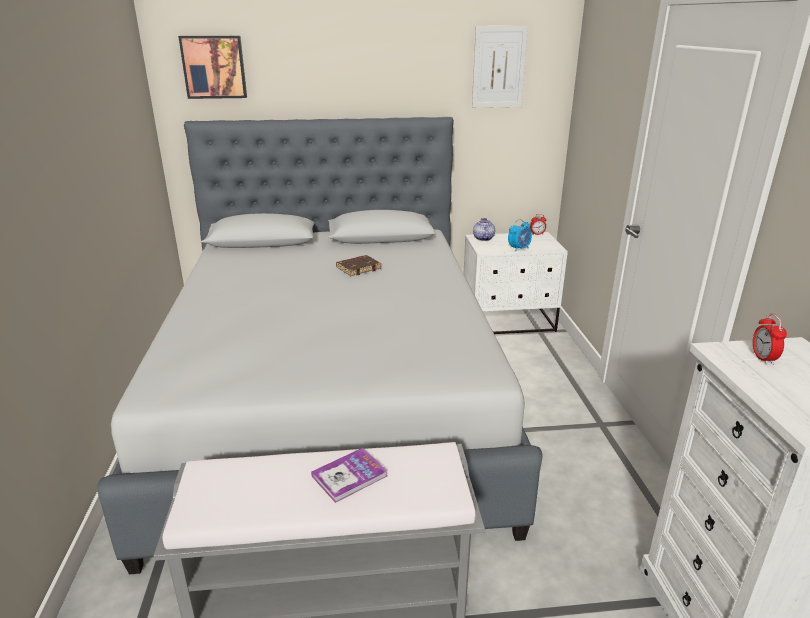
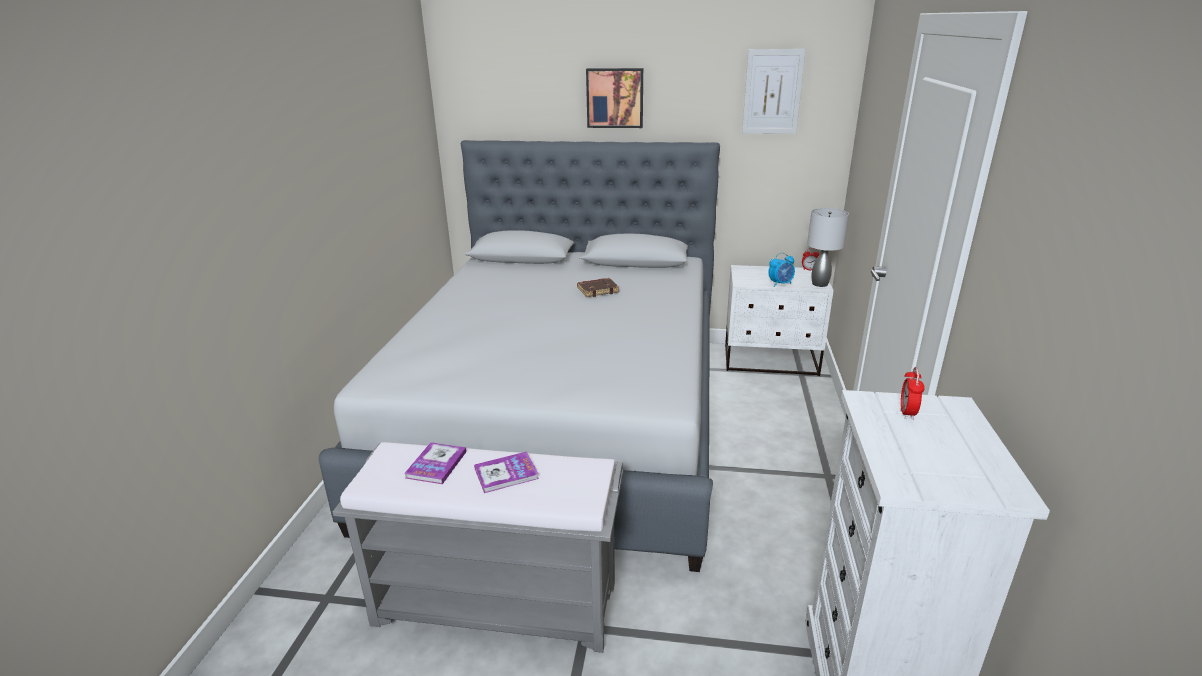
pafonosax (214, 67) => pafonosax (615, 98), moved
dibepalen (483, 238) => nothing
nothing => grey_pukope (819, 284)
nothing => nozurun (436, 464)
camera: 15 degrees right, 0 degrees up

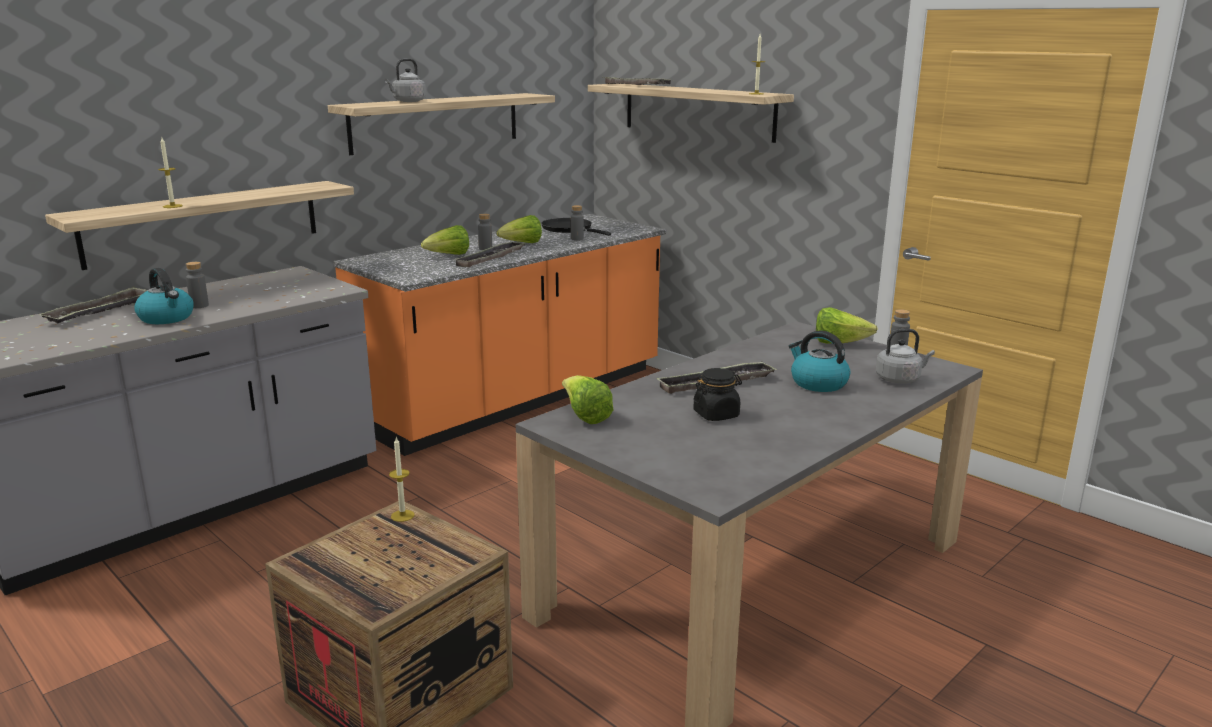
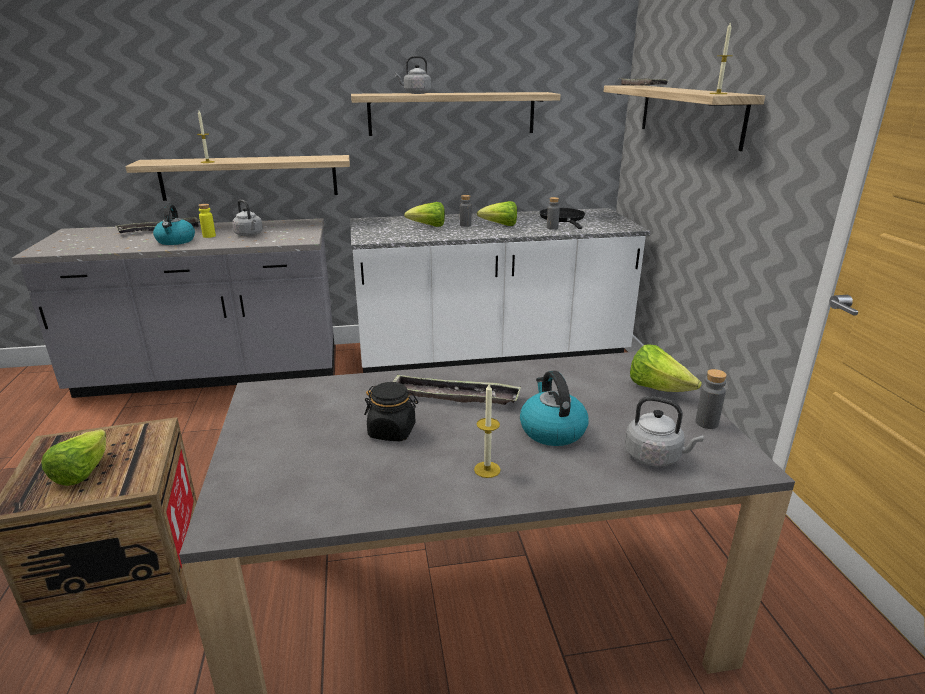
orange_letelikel (517, 398) => white_letelikel (491, 354)
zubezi (490, 258) => nothing
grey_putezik (199, 306) => yellow_putezik (209, 236)
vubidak (585, 416) => vubidak (82, 472), moved
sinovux (402, 515) => sinovux (487, 469), moved
nothing => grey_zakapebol (249, 235)
camera: 35 degrees right, 5 degrees up

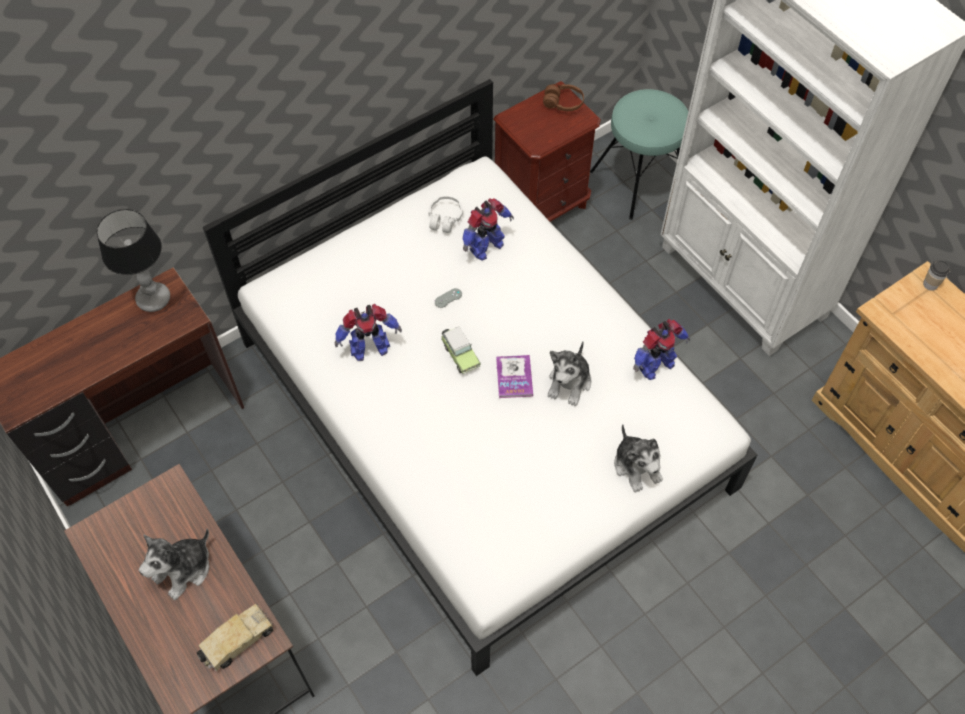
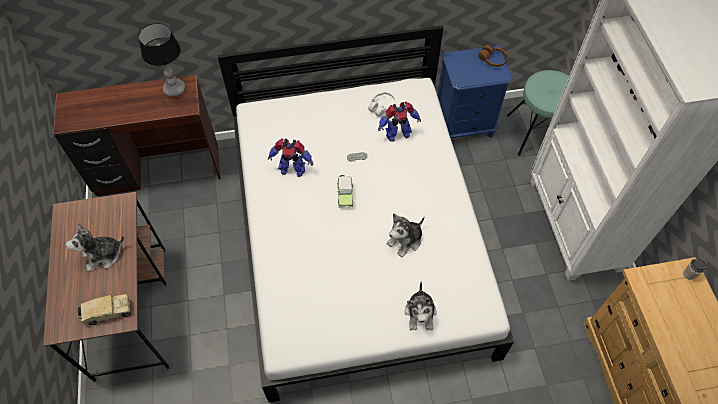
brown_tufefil (542, 205) => blue_tufefil (464, 125)
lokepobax (655, 365) => nothing
nozurun (514, 377) => nothing
camera: 25 degrees right, 0 degrees up

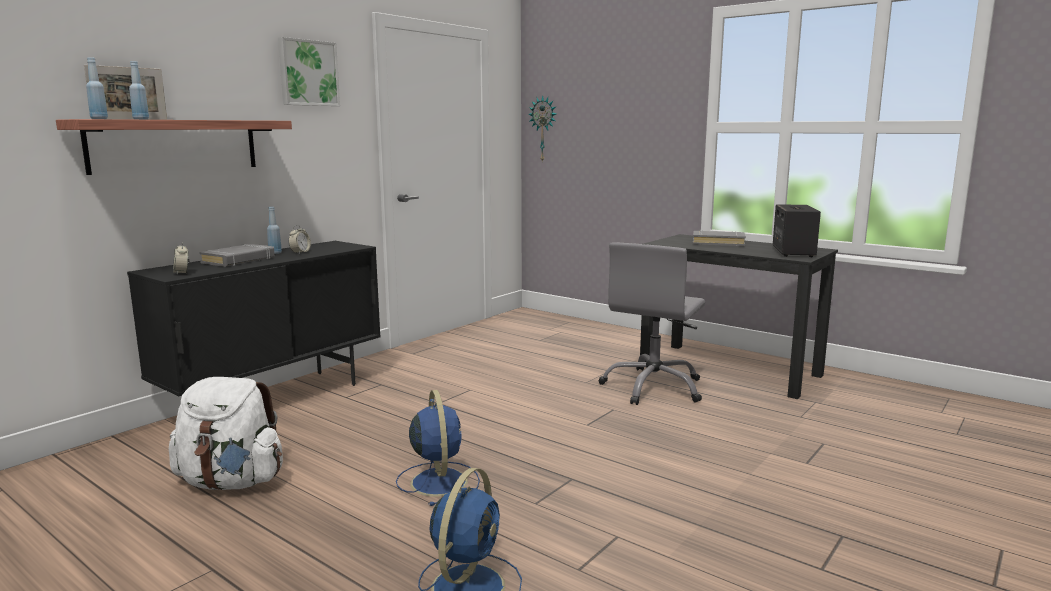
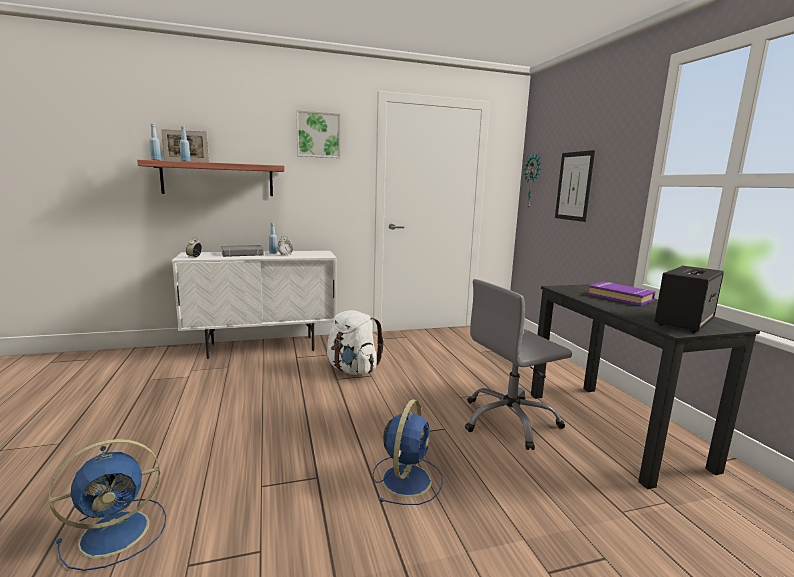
grey_nozurun (718, 242) => purple_nozurun (620, 297)
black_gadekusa (276, 399) => white_gadekusa (263, 347)
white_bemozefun (232, 482) => white_bemozefun (352, 370), moved
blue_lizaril (438, 481) => blue_lizaril (407, 478), moved
nothing => pafonosax (574, 186)
camera: 35 degrees right, 0 degrees up

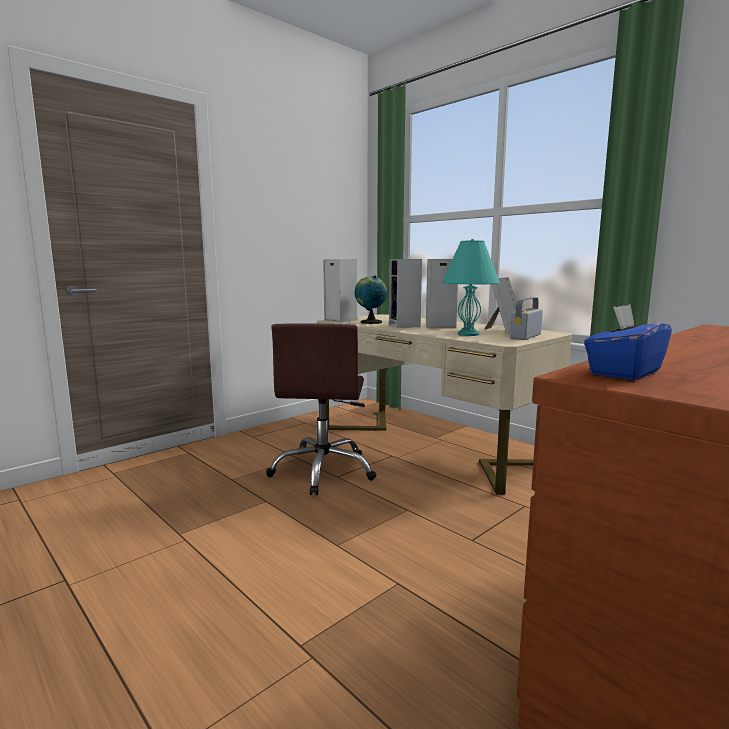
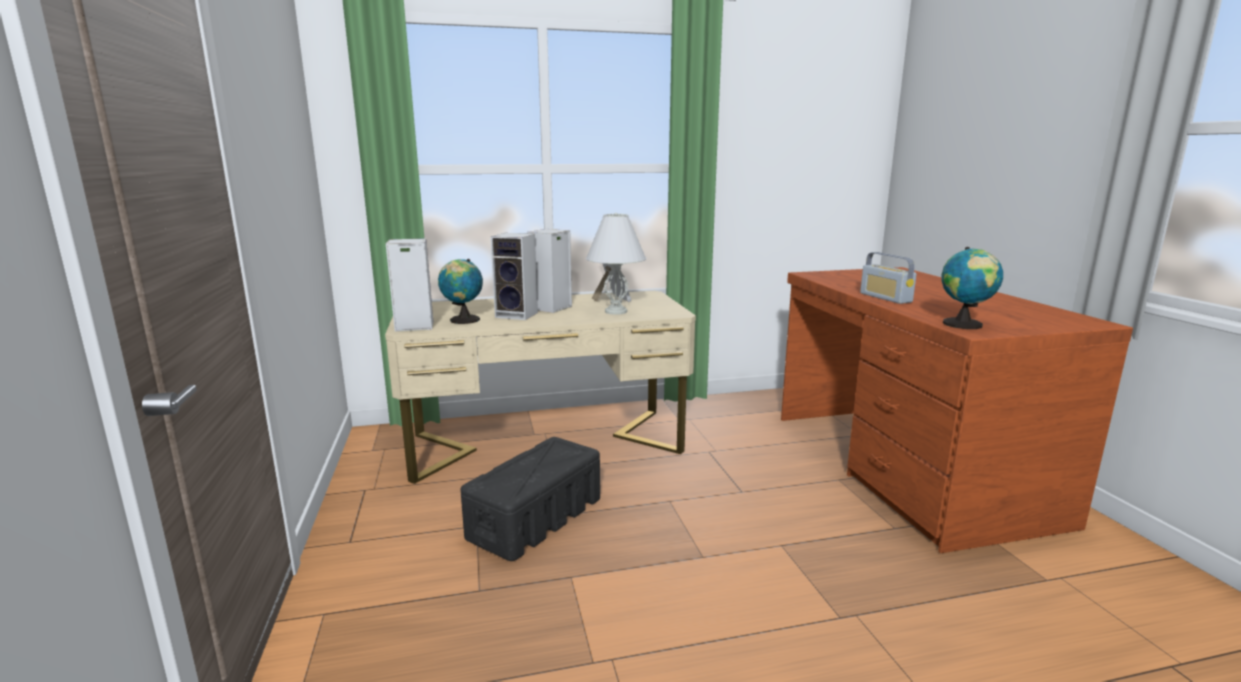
turquoise_pukope (468, 334) => white_pukope (615, 311)
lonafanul (525, 336) => lonafanul (885, 298), moved
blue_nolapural (624, 372) => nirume (964, 325)
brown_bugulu (323, 471) => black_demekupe (535, 519)
camera: 60 degrees left, 5 degrees up

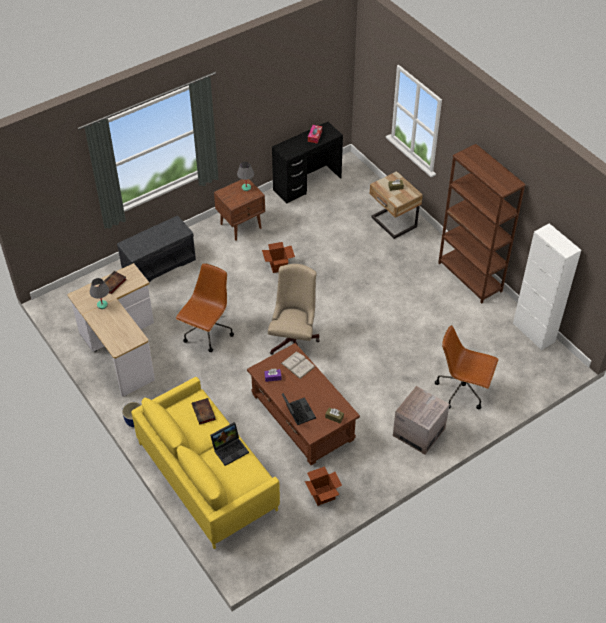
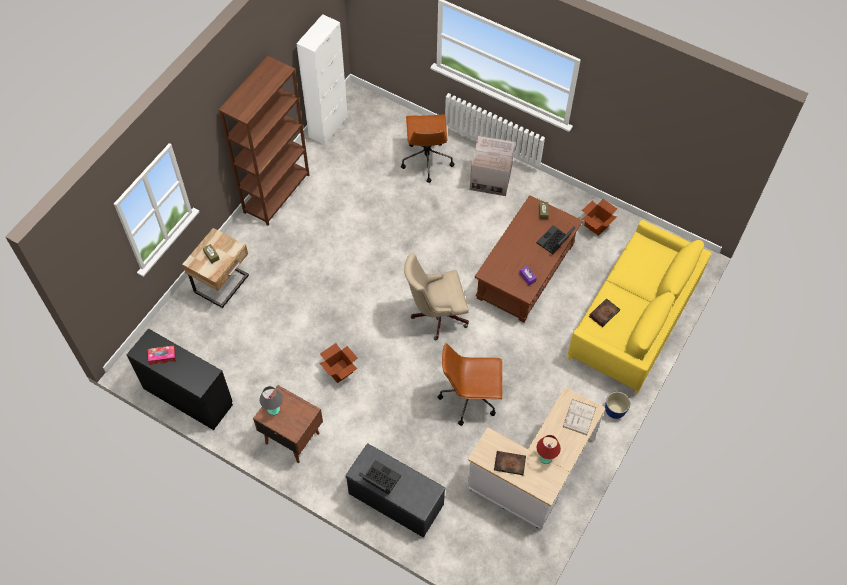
grey_pukope (102, 305) => red_pukope (545, 458)
white_nozurun (298, 365) => white_nozurun (579, 417), moved
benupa (230, 449) => benupa (379, 480), moved
camera: 115 degrees left, 10 degrees up

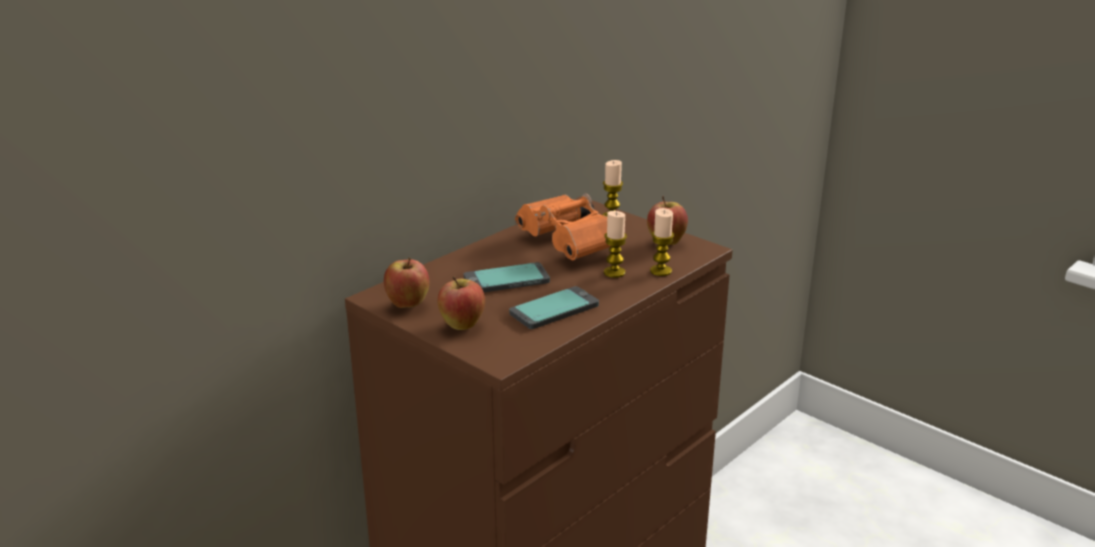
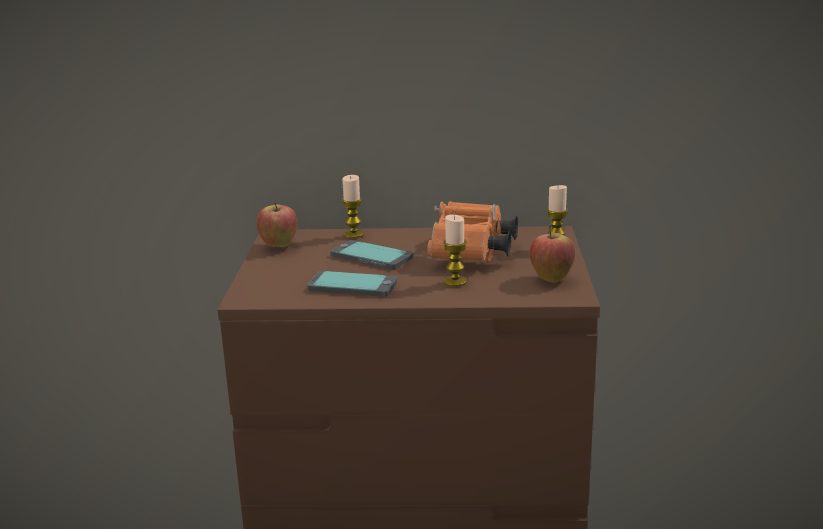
sinovux (660, 271) => sinovux (353, 235), moved
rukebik (462, 326) => nothing
camera: 50 degrees right, 5 degrees down

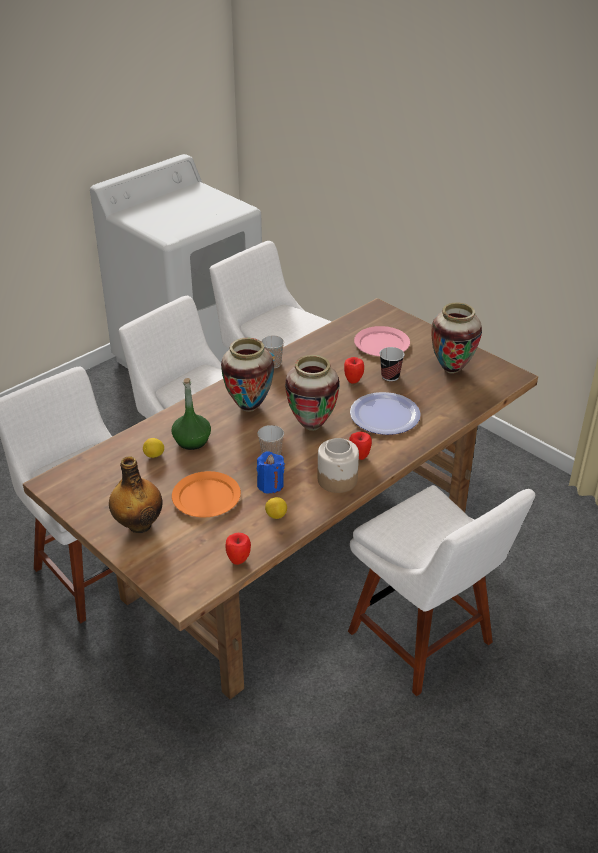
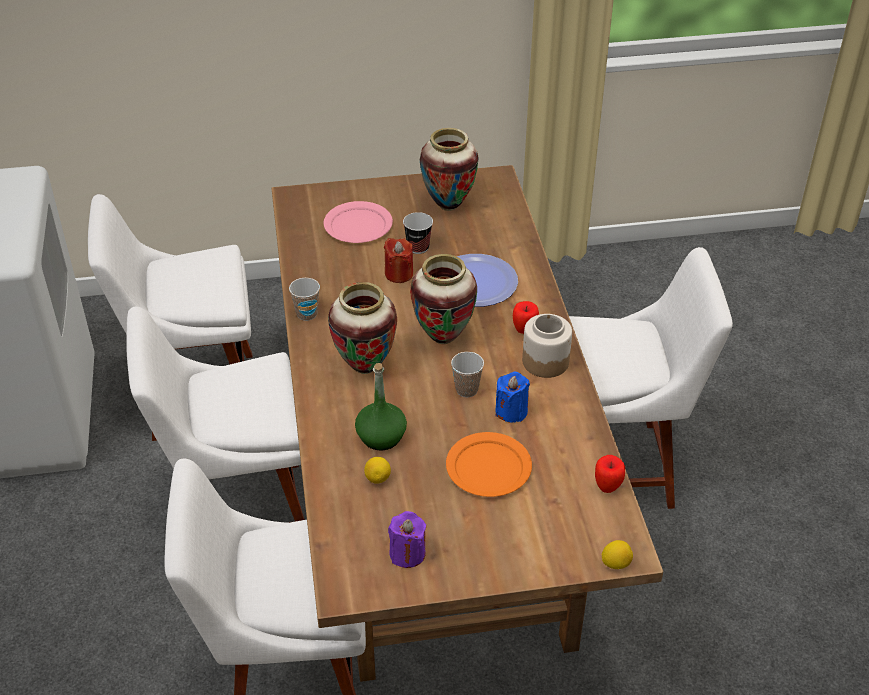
rukebik (353, 380) => red_sinovux (399, 274)
putezik (139, 524) => nothing
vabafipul (276, 515) => vabafipul (615, 563), moved
nothing => purple_sinovux (407, 553)
camera: 55 degrees left, 5 degrees up

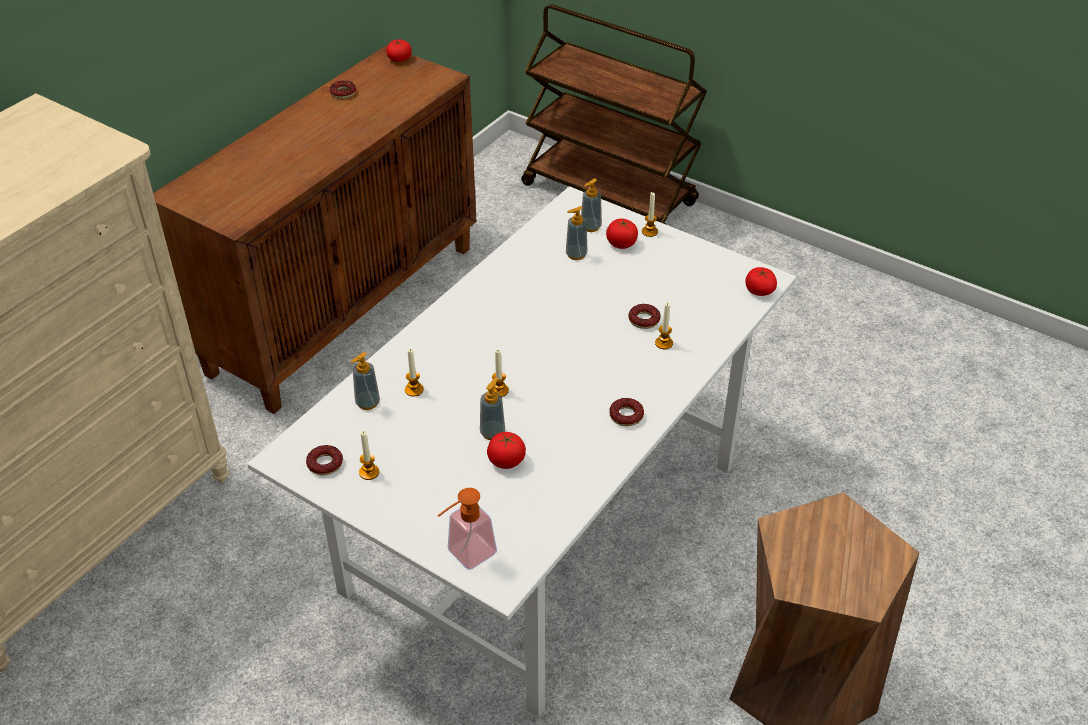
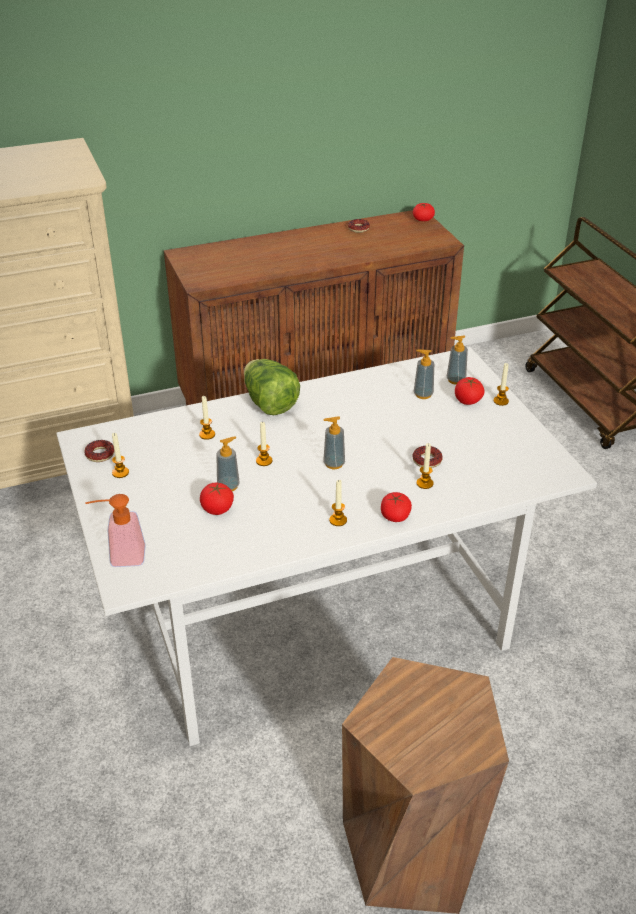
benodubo (759, 290) => benodubo (395, 516), moved
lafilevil (367, 403) => lafilevil (334, 464), moved
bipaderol (626, 416) => sinovux (338, 520)
nothing => vubidak (269, 403)
camera: 35 degrees right, 5 degrees down

